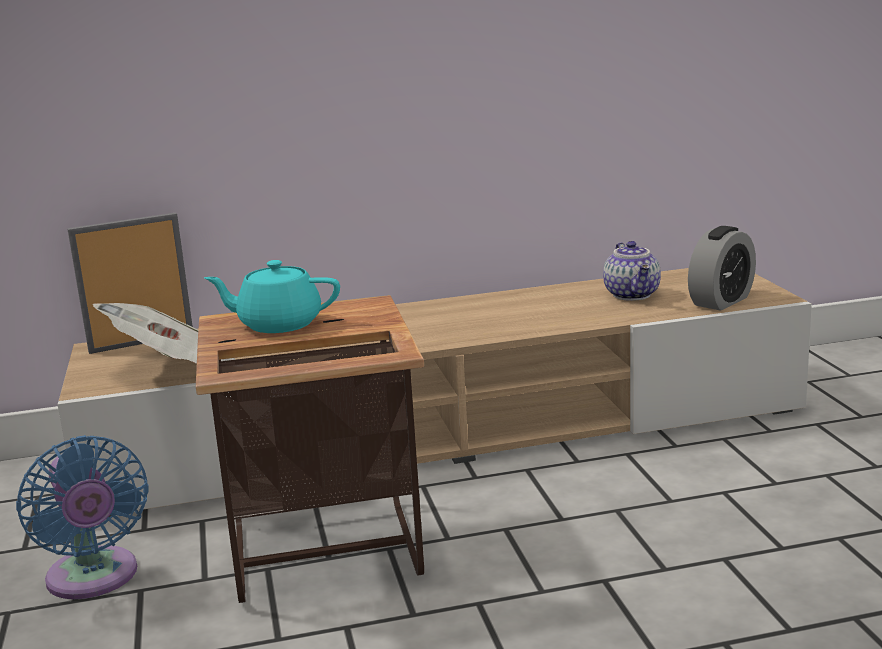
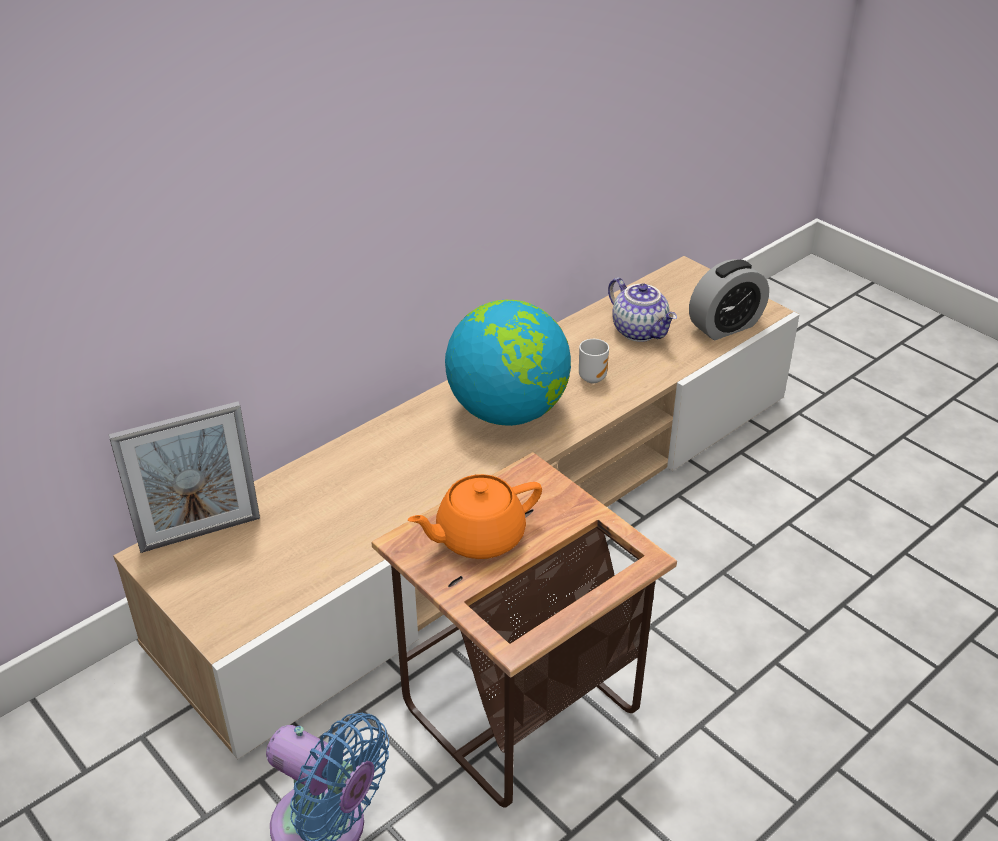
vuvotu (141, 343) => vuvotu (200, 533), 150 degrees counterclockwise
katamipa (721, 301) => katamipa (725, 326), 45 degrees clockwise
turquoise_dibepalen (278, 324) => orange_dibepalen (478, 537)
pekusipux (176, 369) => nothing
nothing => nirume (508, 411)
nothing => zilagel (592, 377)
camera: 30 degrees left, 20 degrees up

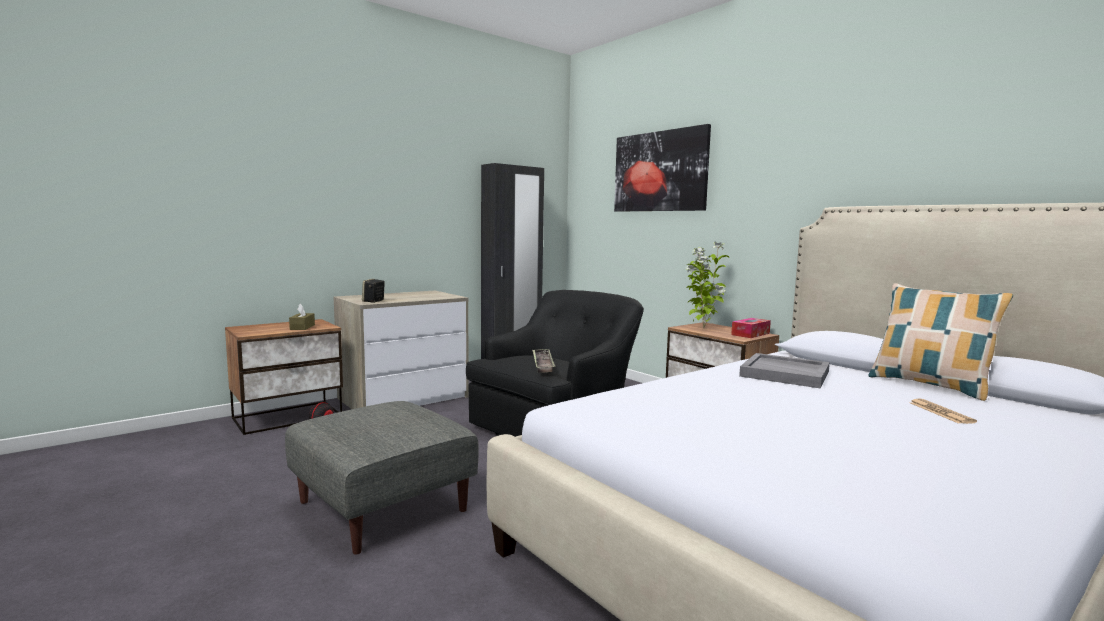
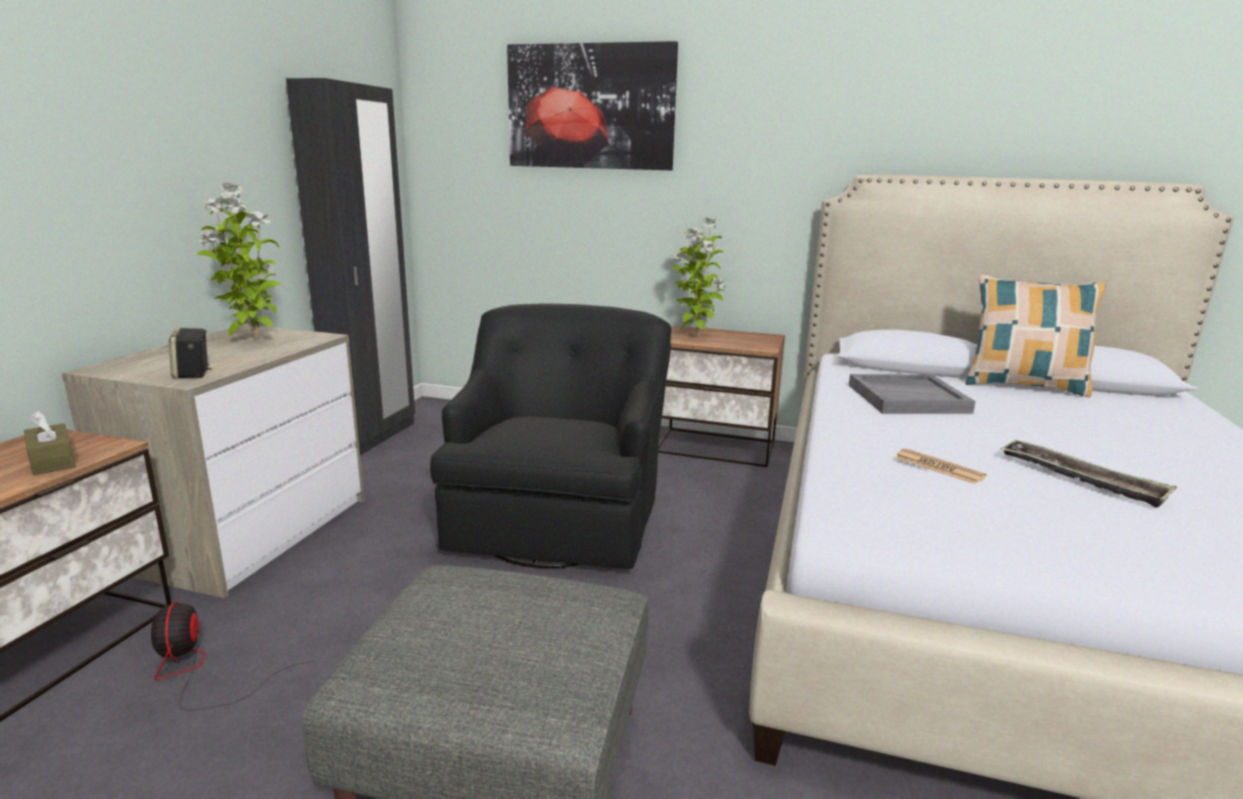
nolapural (750, 334) => nothing
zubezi (542, 364) => zubezi (1080, 478), moved
pekusipux (940, 412) => pekusipux (938, 467), moved
nothing => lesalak (254, 341)
camera: 35 degrees left, 10 degrees up

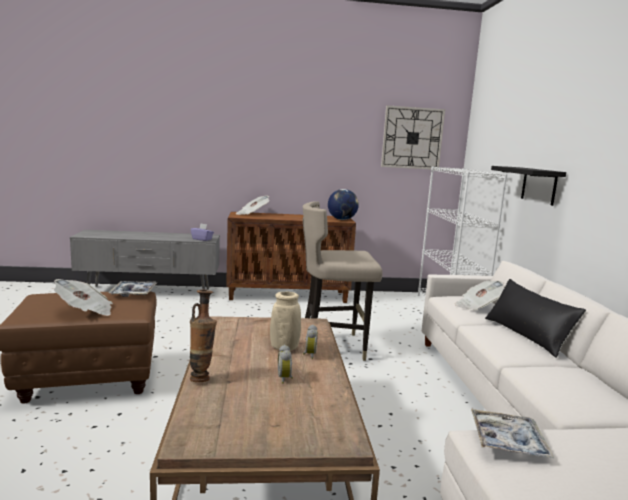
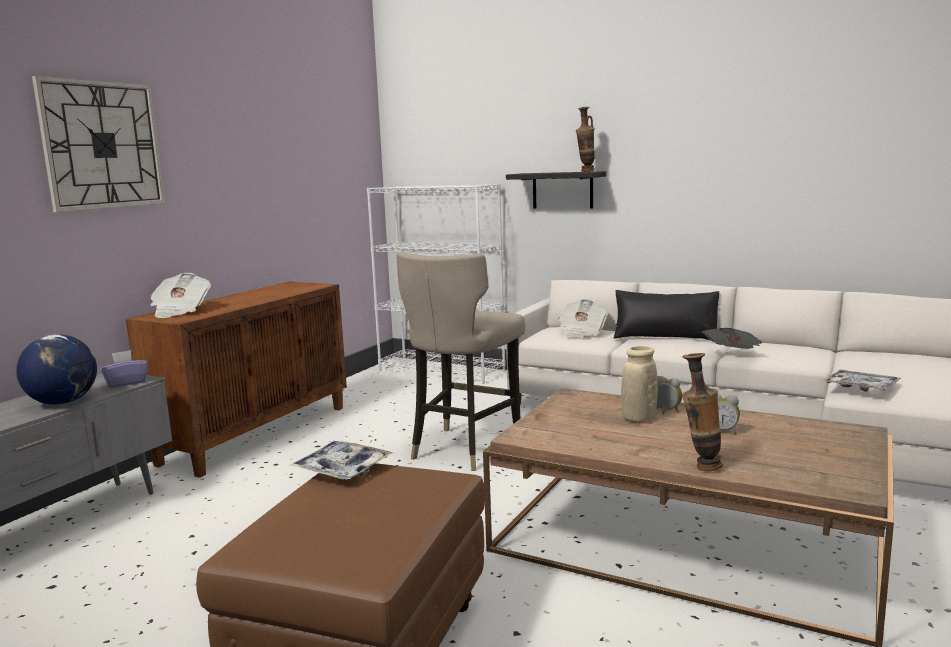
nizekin (412, 138) => nizekin (102, 145), moved
nirume (342, 219) => nirume (63, 402), moved
pekusipux (85, 311) => pekusipux (732, 354), moved
nothing => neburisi (586, 171)
camera: 55 degrees left, 0 degrees up

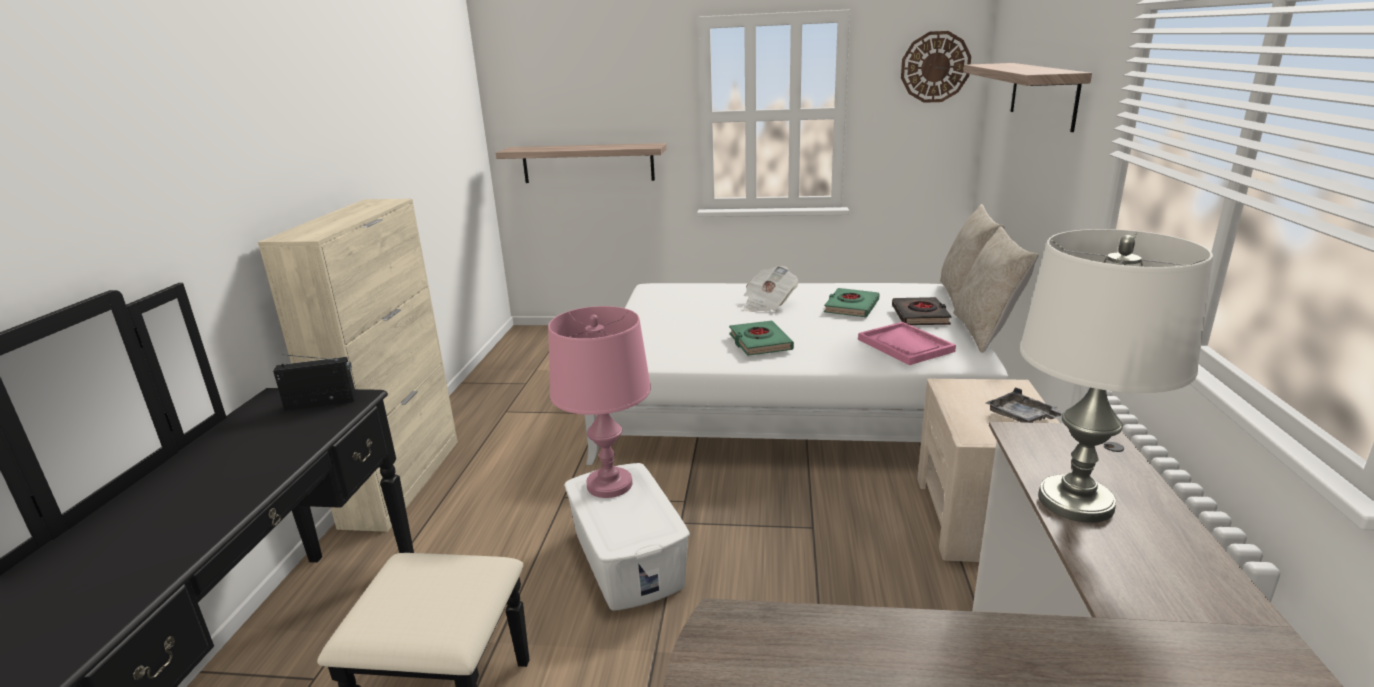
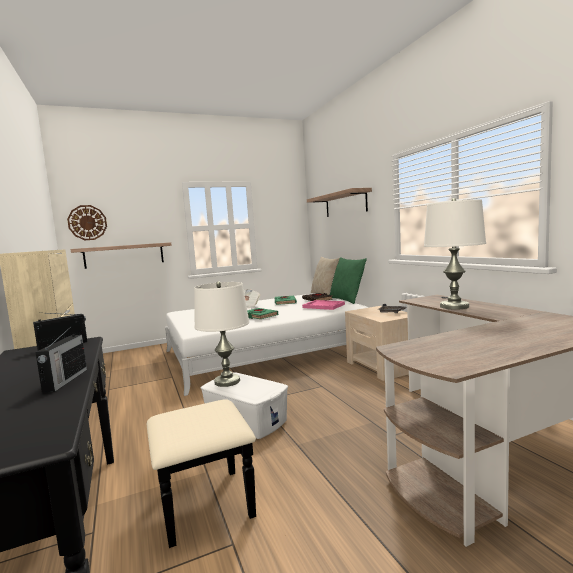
nizekin (935, 67) => nizekin (87, 222), moved
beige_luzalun (985, 332) => green_luzalun (347, 300)
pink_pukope (609, 484) => white_pukope (227, 381)
nothing => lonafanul (65, 380)
camera: 30 degrees left, 15 degrees down

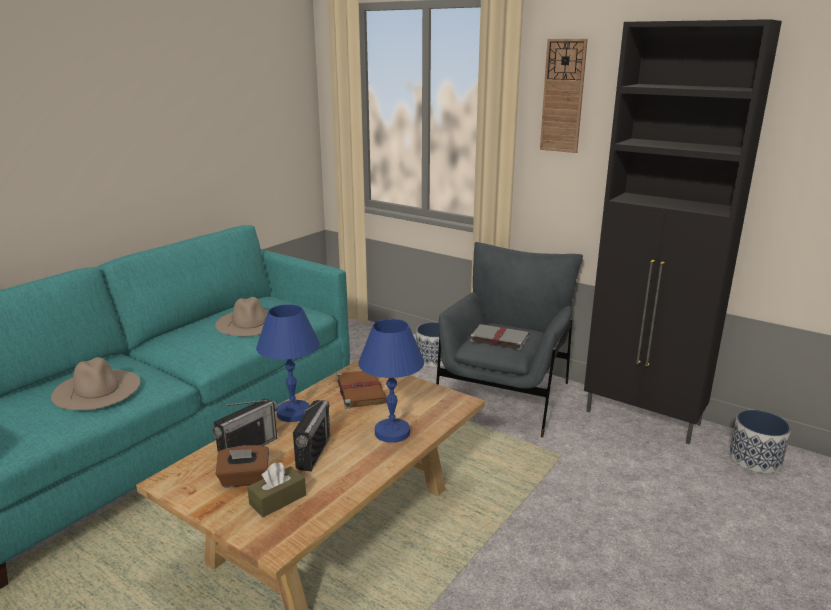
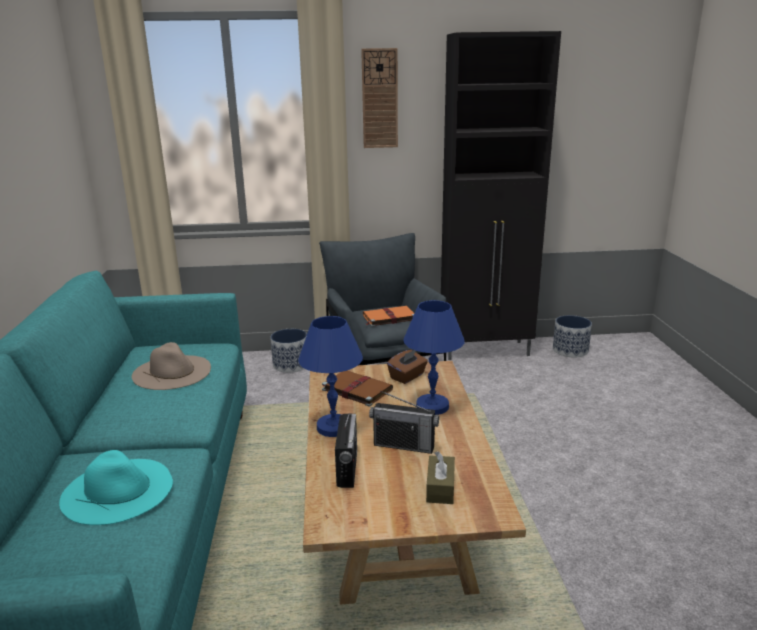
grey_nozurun (498, 338) => orange_nozurun (388, 318)
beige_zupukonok (97, 389) => turquoise_zupukonok (118, 490)
lonafanul (313, 452) => lonafanul (404, 445), 135 degrees clockwise
brown_nolapural (244, 479) => brown_nolapural (407, 376), moved
camera: 40 degrees left, 0 degrees up

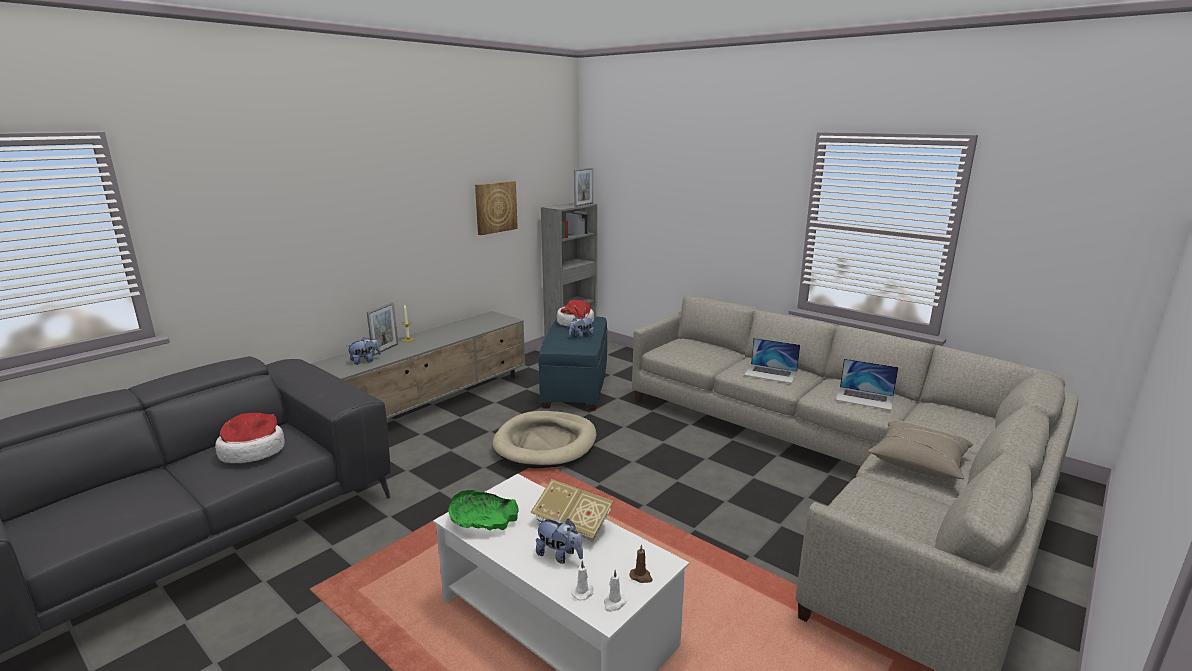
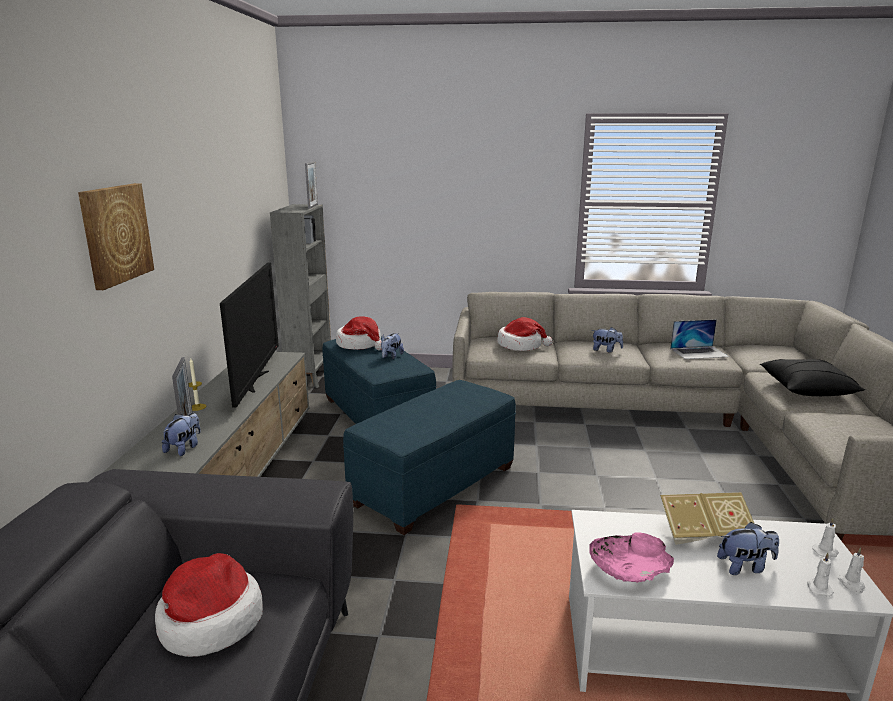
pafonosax (495, 207) => pafonosax (115, 234), moved
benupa (771, 373) => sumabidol (606, 350)
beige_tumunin (546, 443) => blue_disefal (434, 485)
beige_luzalun (919, 461) => black_luzalun (806, 389)
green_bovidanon (482, 520) => pink_bovidanon (629, 569)
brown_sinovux (641, 577) => white_sinovux (825, 552)
nothing => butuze (255, 381)
nothing => zupukonok (521, 345)
camera: 35 degrees left, 0 degrees up

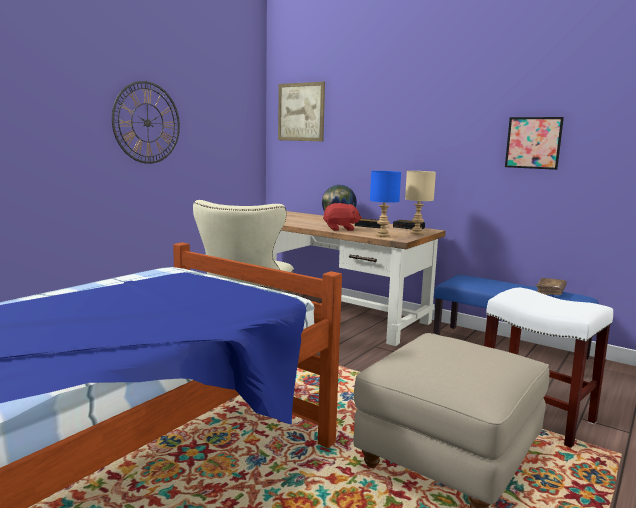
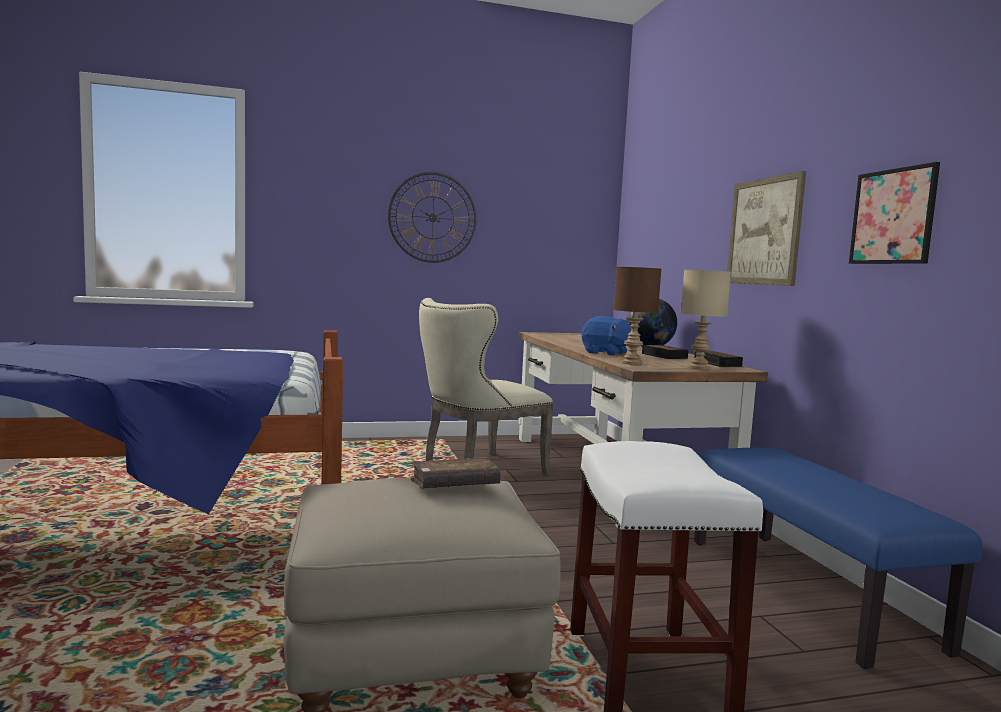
pafonosax (301, 112) => pafonosax (764, 231), moved
blue_pukope (382, 235) => brown_pukope (631, 363)
red_sumabidol (341, 229) => blue_sumabidol (606, 353)
brown_nozurun (550, 292) => brown_nozurun (454, 485), moved
camera: 40 degrees right, 5 degrees down

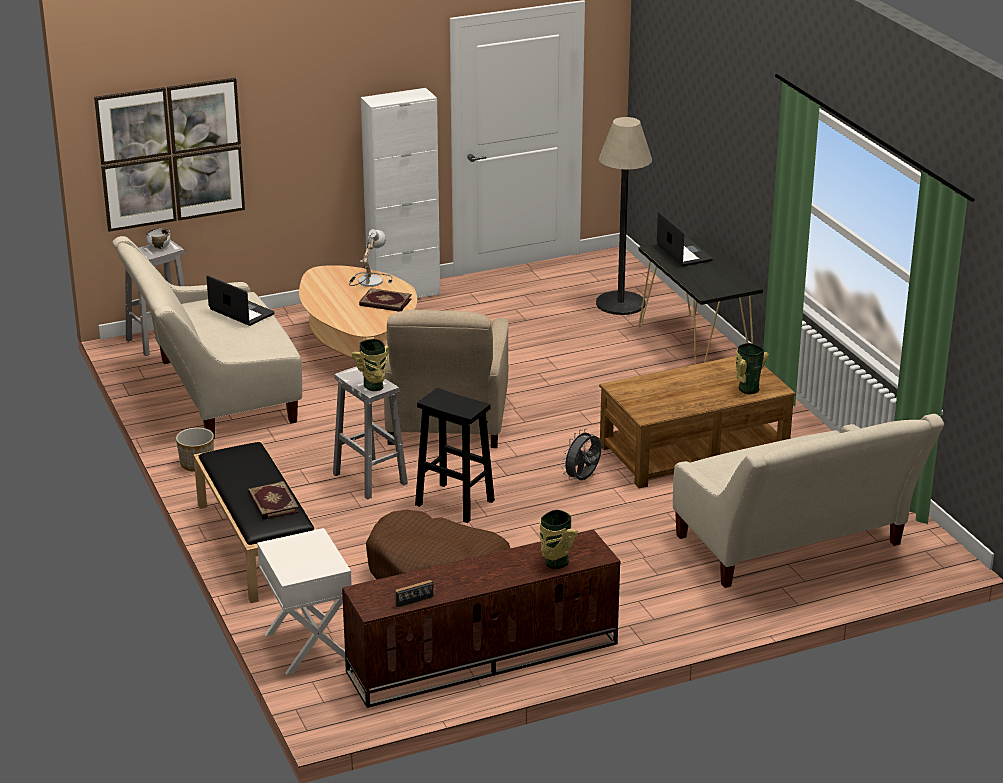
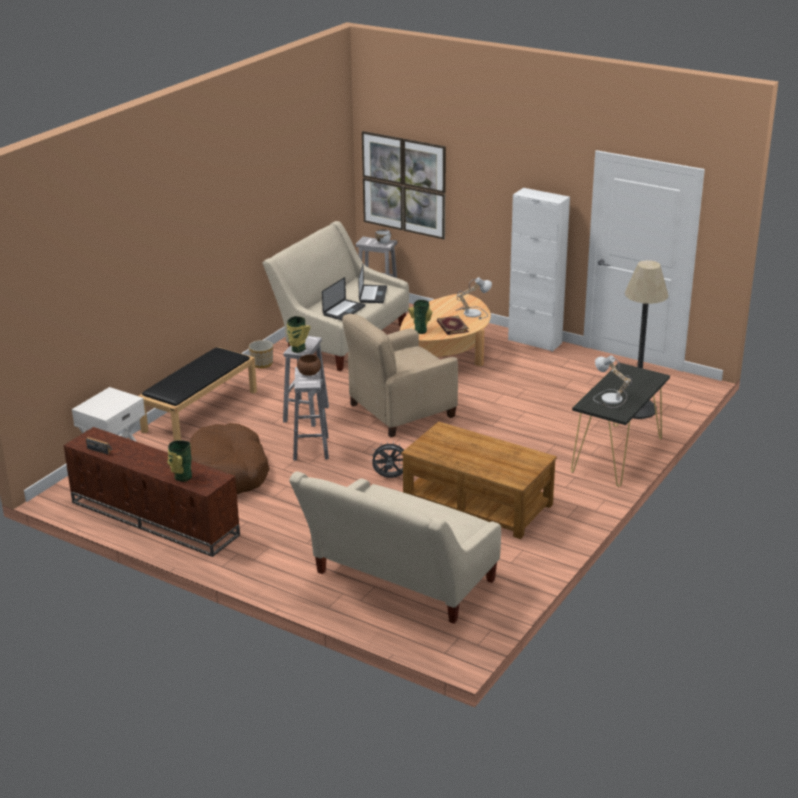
benupa (684, 253) => benupa (344, 311), moved
neburisi (747, 388) => neburisi (421, 330), moved
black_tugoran (453, 502) => white_tugoran (310, 448)
nozurun (272, 503) => nothing
nothing => brown_bovidanon (309, 373)
nothing => pukope (609, 399)
camera: 55 degrees right, 0 degrees up

